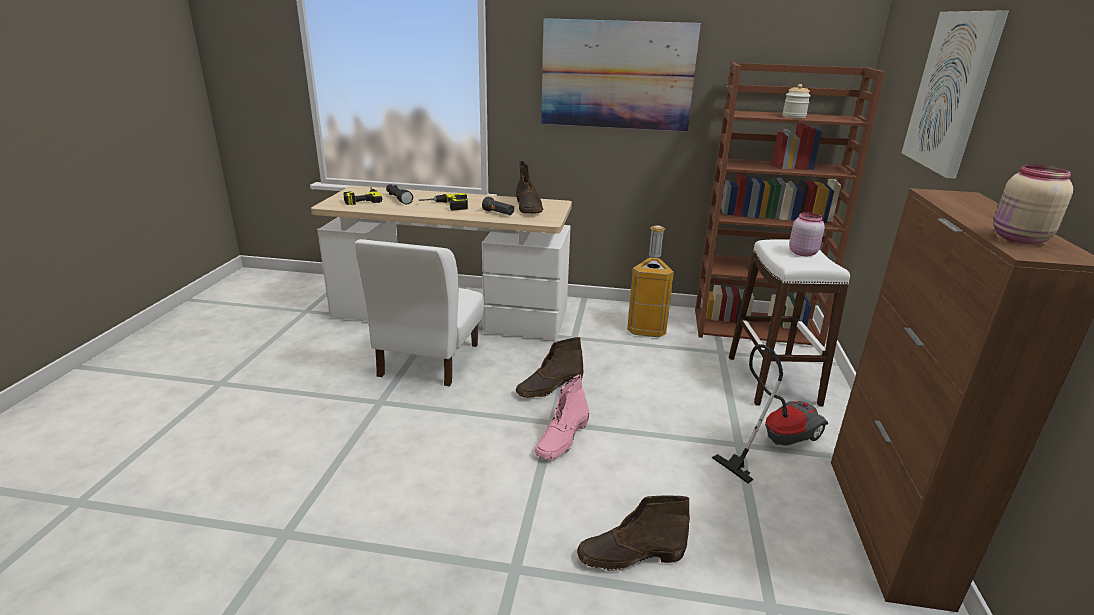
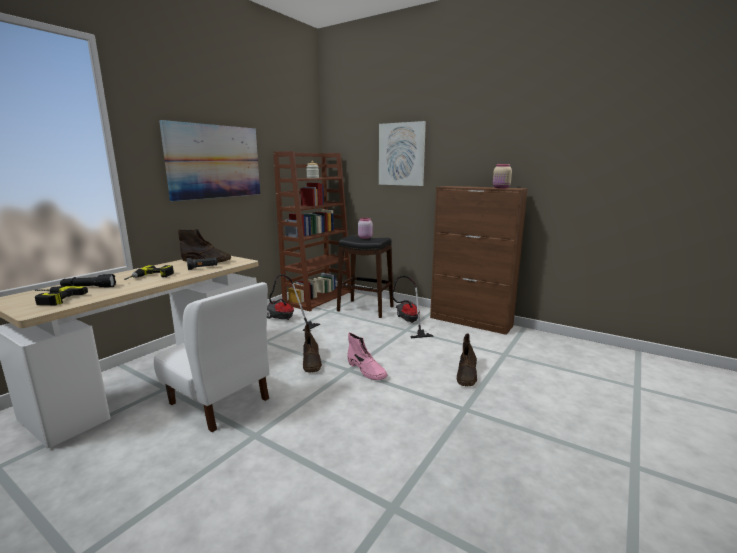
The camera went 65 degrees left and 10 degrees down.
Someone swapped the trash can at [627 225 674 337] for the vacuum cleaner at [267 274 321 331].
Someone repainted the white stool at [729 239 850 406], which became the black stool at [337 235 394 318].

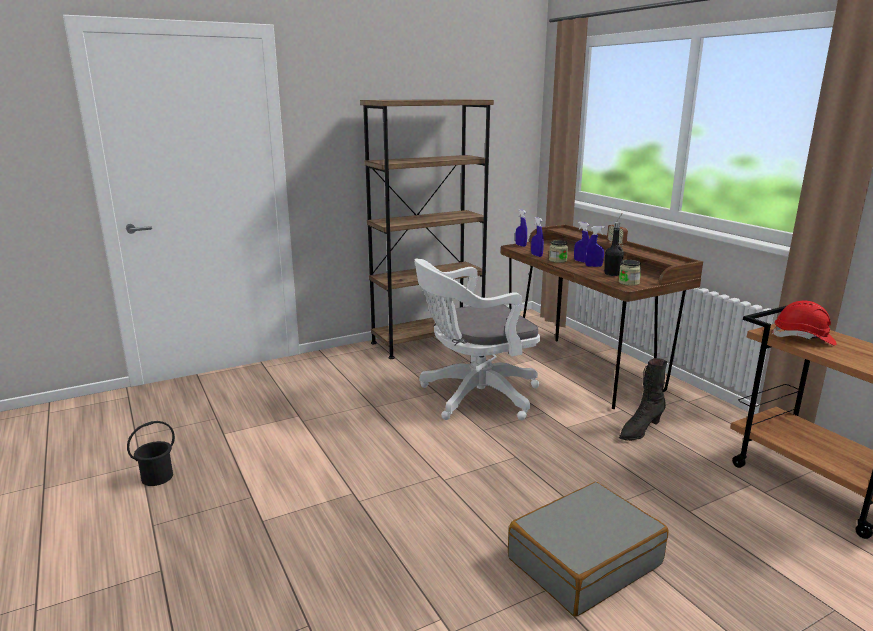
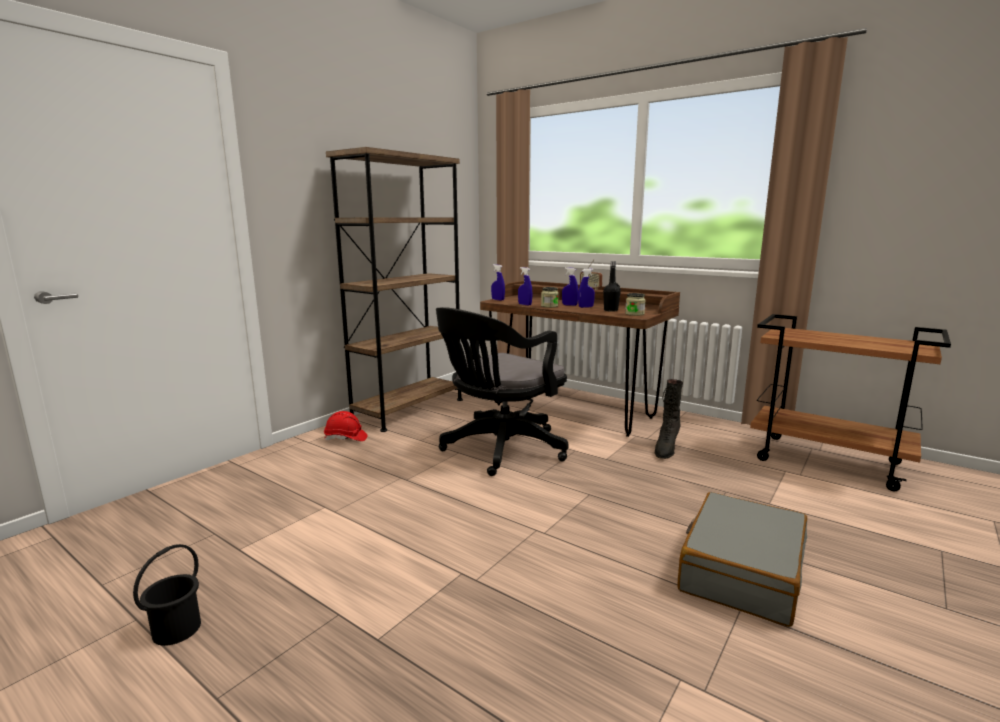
The camera went 25 degrees left and 5 degrees down.
Someone carried the red hard hat from [771 301 837 346] to [324 411 368 441].
Someone repainted the white office chair at [415 258 540 420], which became the black office chair at [436 307 569 476].

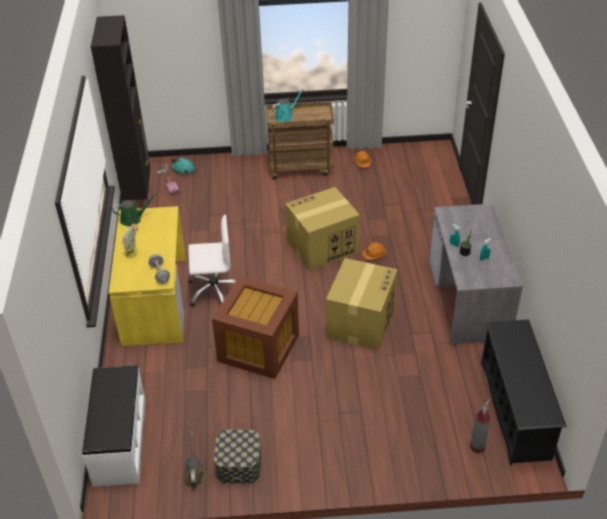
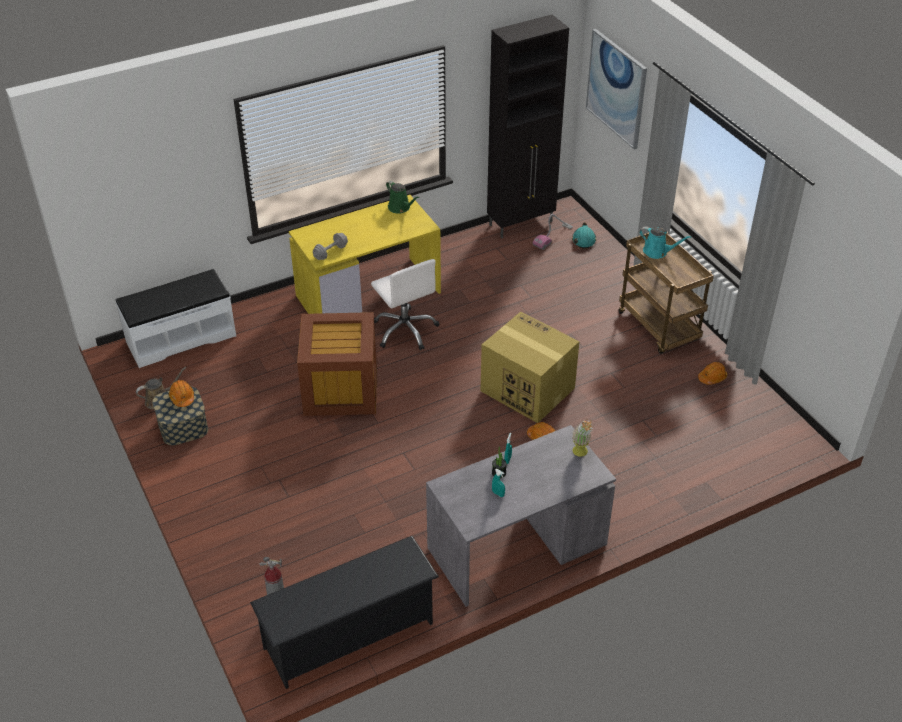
The camera went 65 degrees right and 0 degrees up.
Someone put down the orange hard hat at [169 380 194 407].
Someone carried the potted plant from [122 223 139 258] to [572 419 593 457].
Someone put up the picture at [586 29 647 149].
Someone took away the cardboard box at [326 258 397 350].

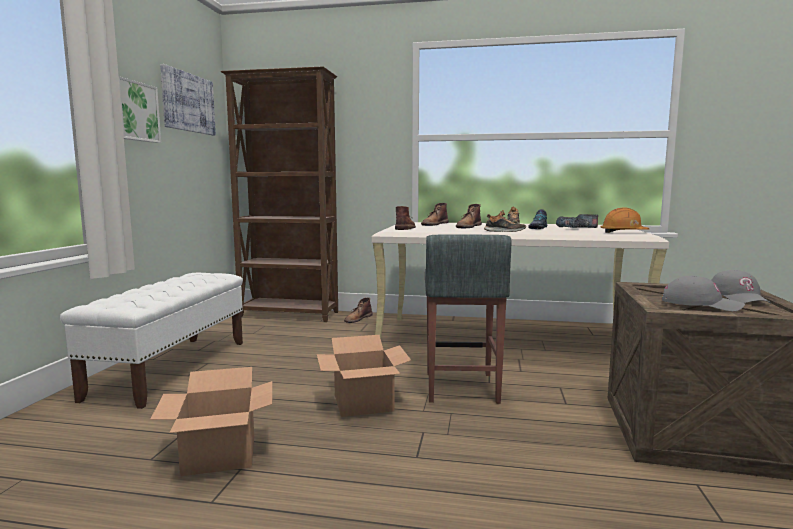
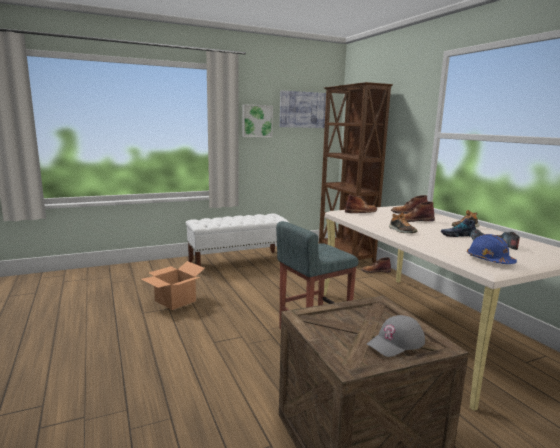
The camera went 55 degrees right and 5 degrees up.
Someone repainted the orange hard hat at [600 207 649 233], which became the blue hard hat at [467 234 517 264].
Someone took away the cardboard box at [317 335 412 417].
Someone took away the grey cap at [662 276 745 312].

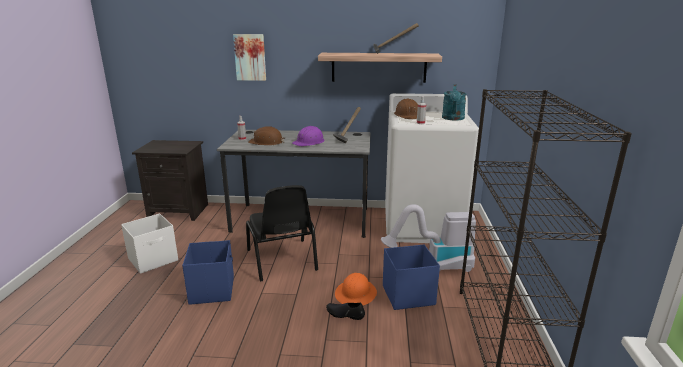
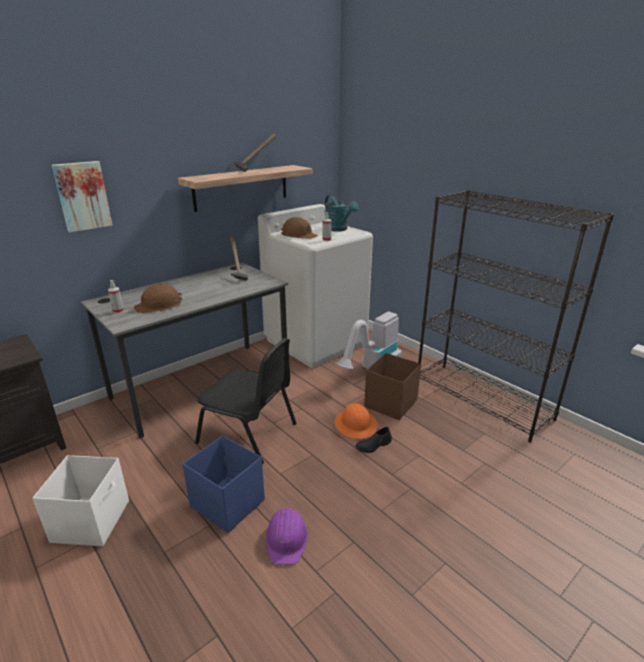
The camera went 45 degrees left and 5 degrees up.
Someone carried the purple hard hat from [292 126 324 146] to [266 508 308 565].
Someone repainted the blue storage box at [383 245 440 310], which became the brown storage box at [364 353 421 420].

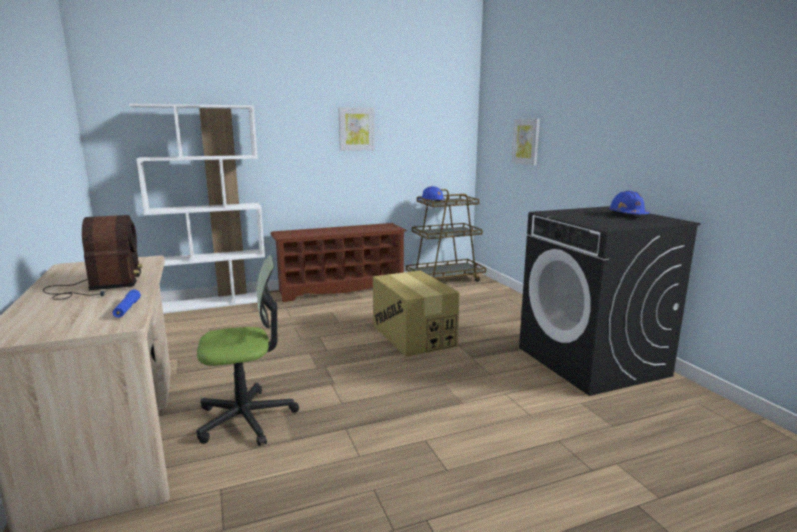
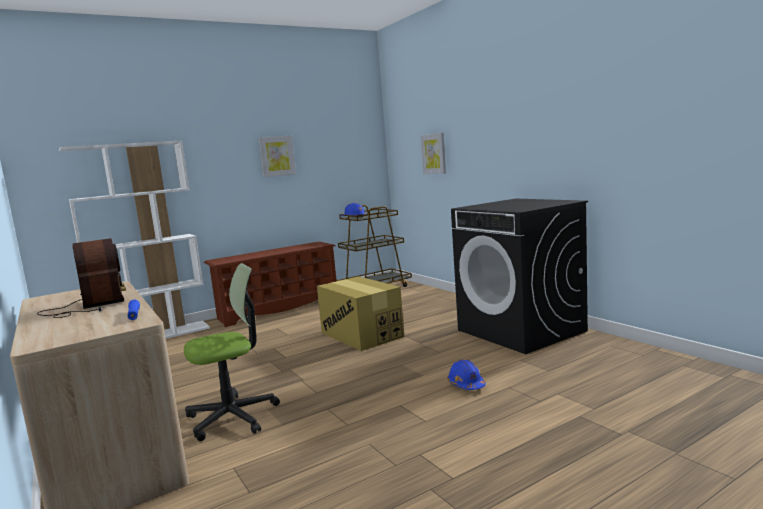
The camera went 10 degrees left and 5 degrees down.
Someone carried the blue hard hat from [609 190 650 214] to [447 360 486 390].

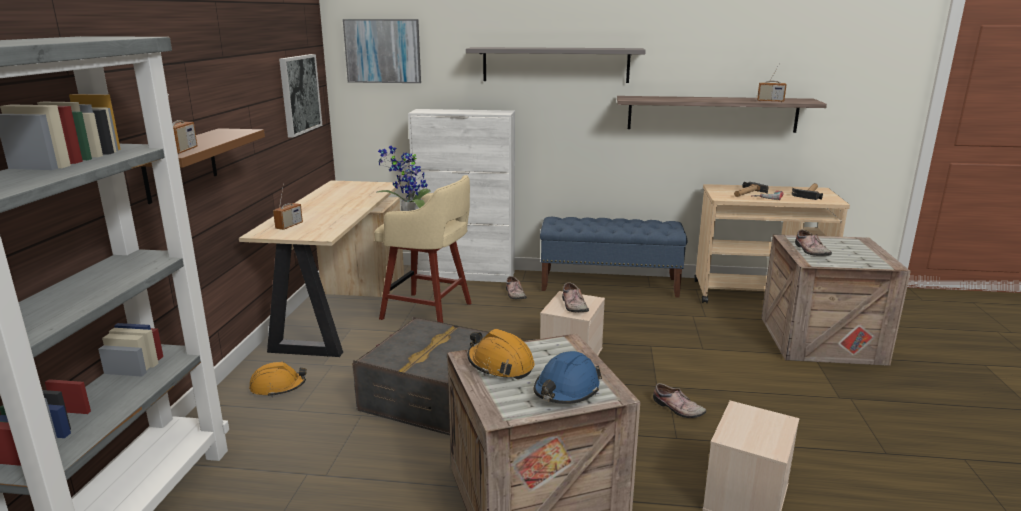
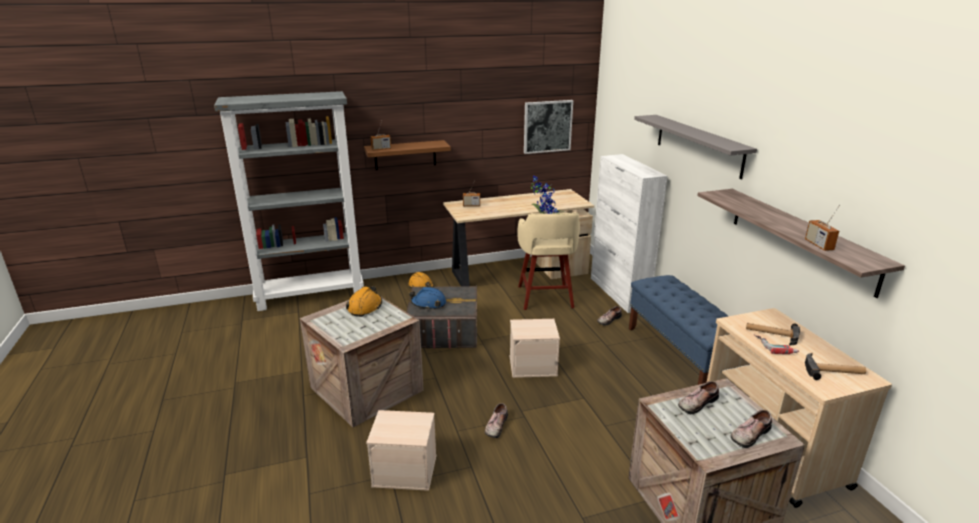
The camera went 65 degrees right and 5 degrees up.
Someone carried the blue hard hat from [534 351 602 404] to [409 287 446 310].
Someone carried the shoe from [562 282 589 312] to [731 410 772 448].
Someone took away the picture at [343 19 421 83].

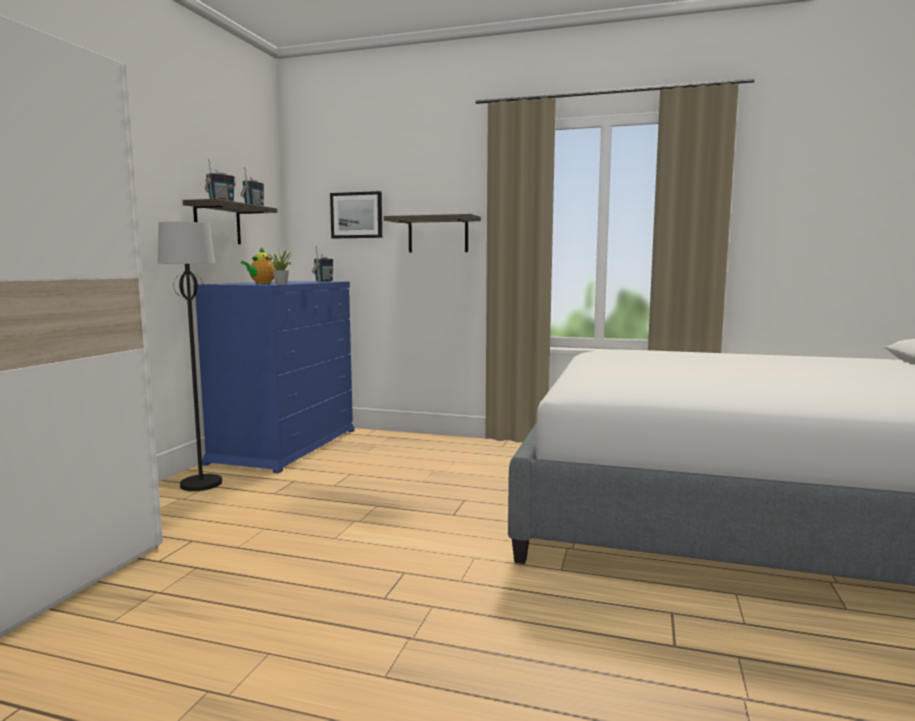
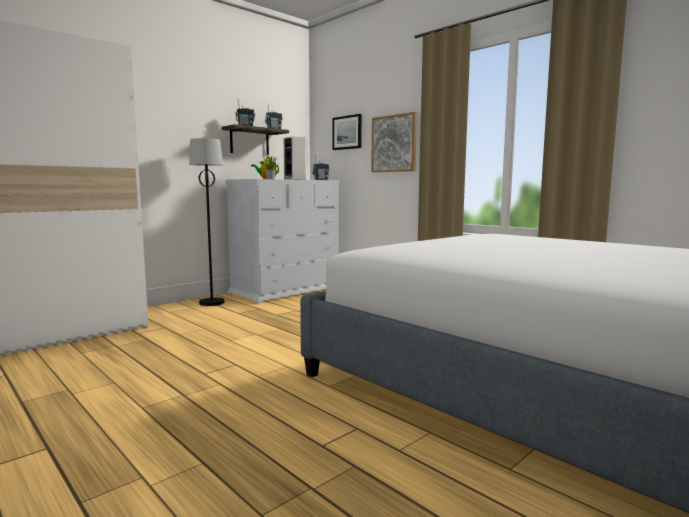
The camera went 30 degrees right and 0 degrees up.
Someone repainted the blue dresser at [195 281 354 473], which became the white dresser at [225 179 340 304].
Someone put down the speaker at [283 137 306 180].
Someone swapped the shelf at [384 214 481 253] for the picture at [371 112 417 172].

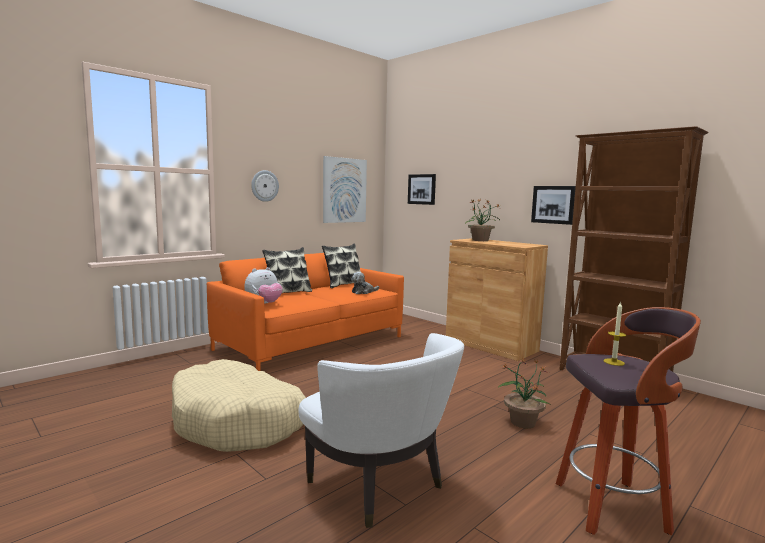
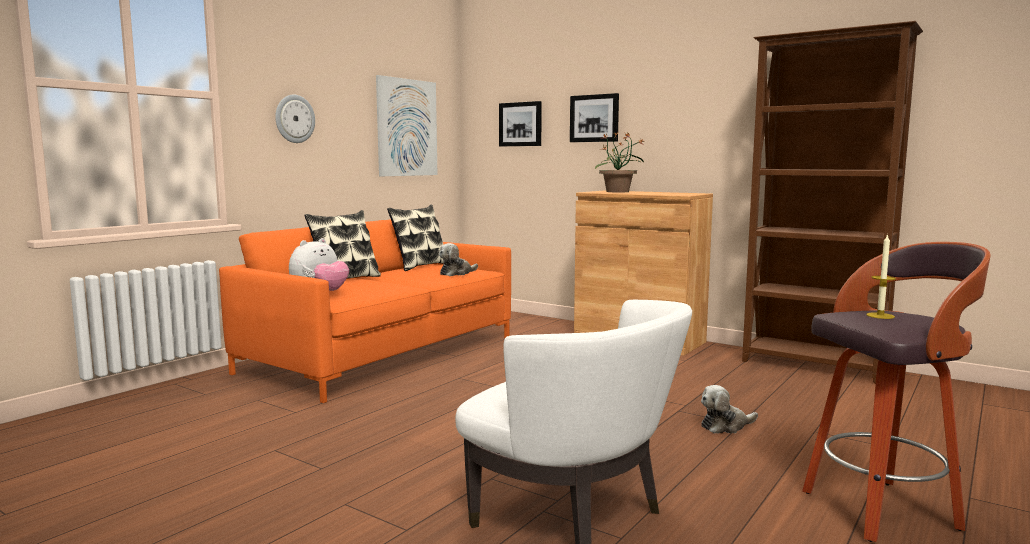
The camera went 10 degrees left and 0 degrees up.
Someone carried the picture from [531 186 576 225] to [570 93 619 142].
Someone swapped the potted plant at [498 357 551 428] for the plush toy at [701 385 758 434].
Someone took away the beige dog bed at [172 359 306 452].

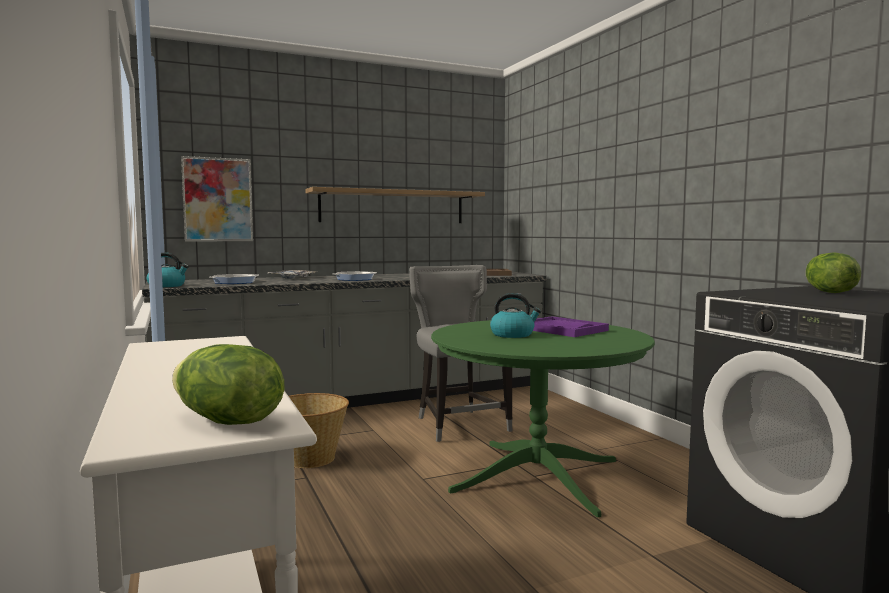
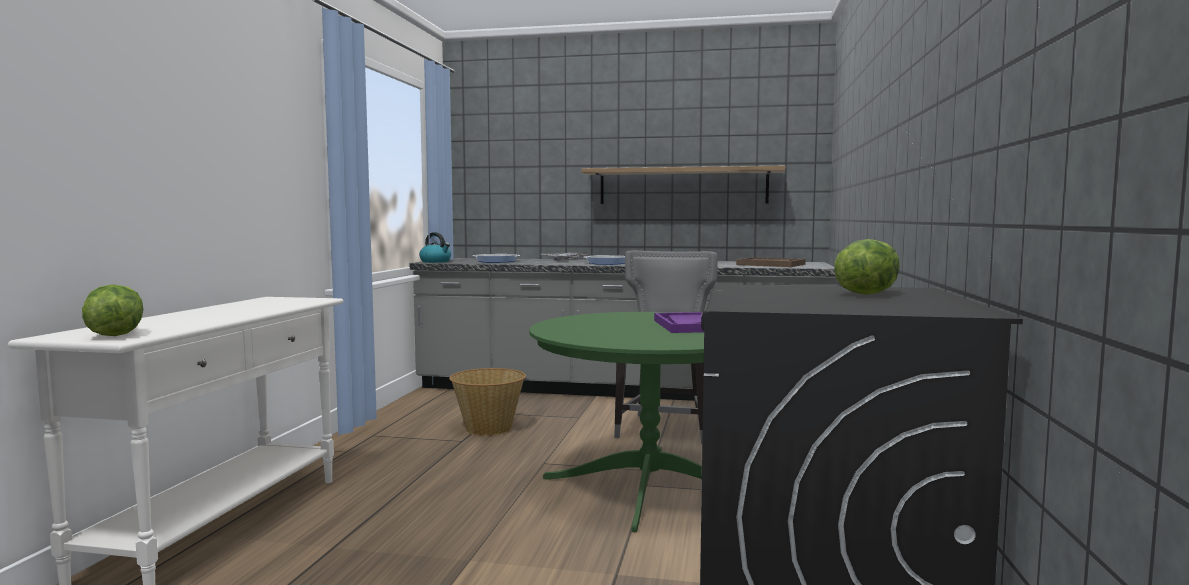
The camera went 35 degrees right and 0 degrees up.
Someone took away the picture at [181 156 253 242].
Someone took away the kettle at [490 293 541 338].

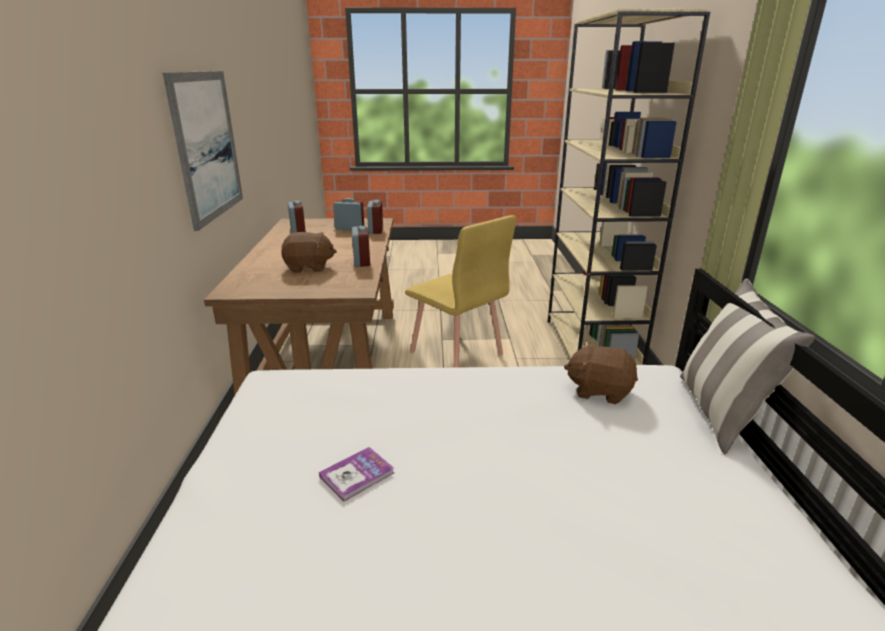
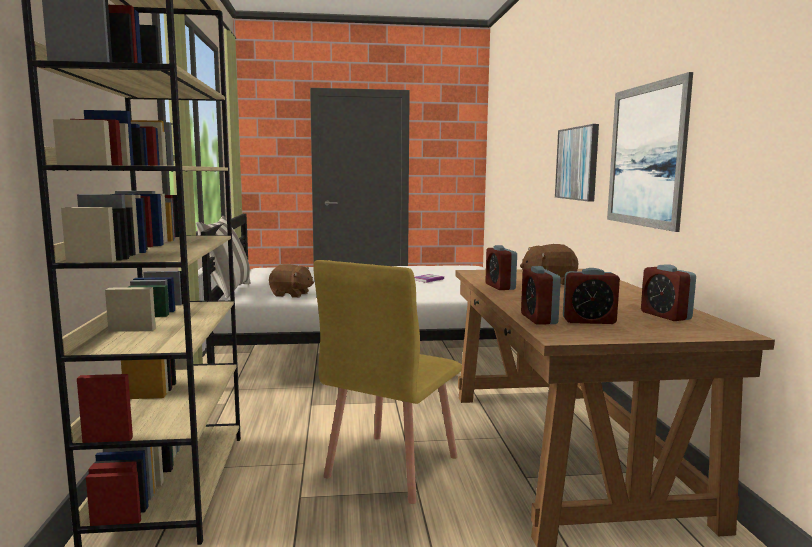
The camera went 175 degrees right and 15 degrees down.
Someone rotated the yellow chair at [405 215 516 368] by 105 degrees counterclockwise.
Someone put up the picture at [555 124 599 202].

